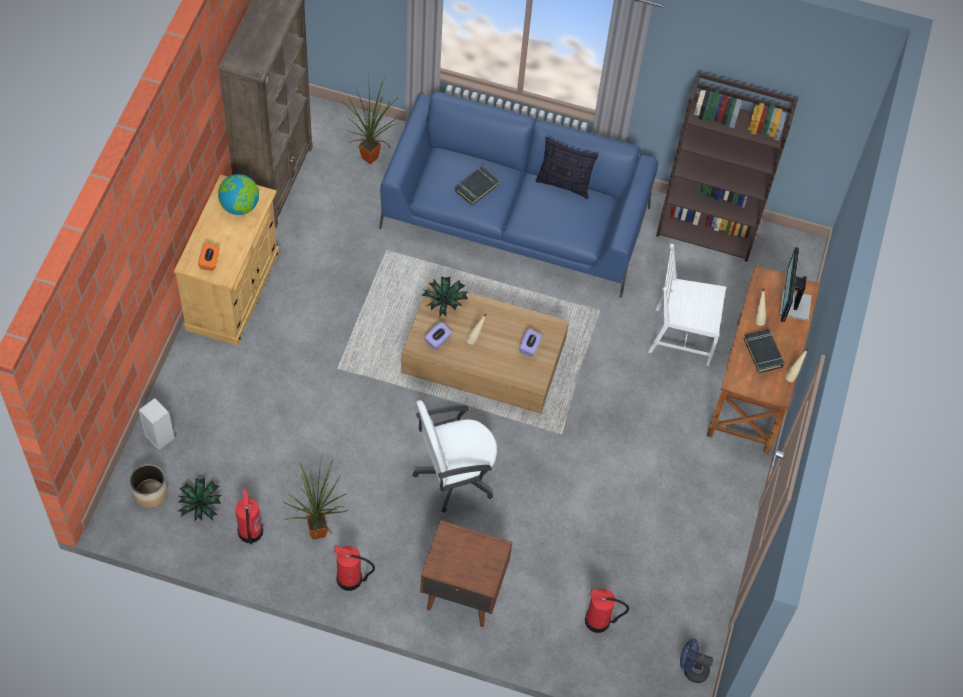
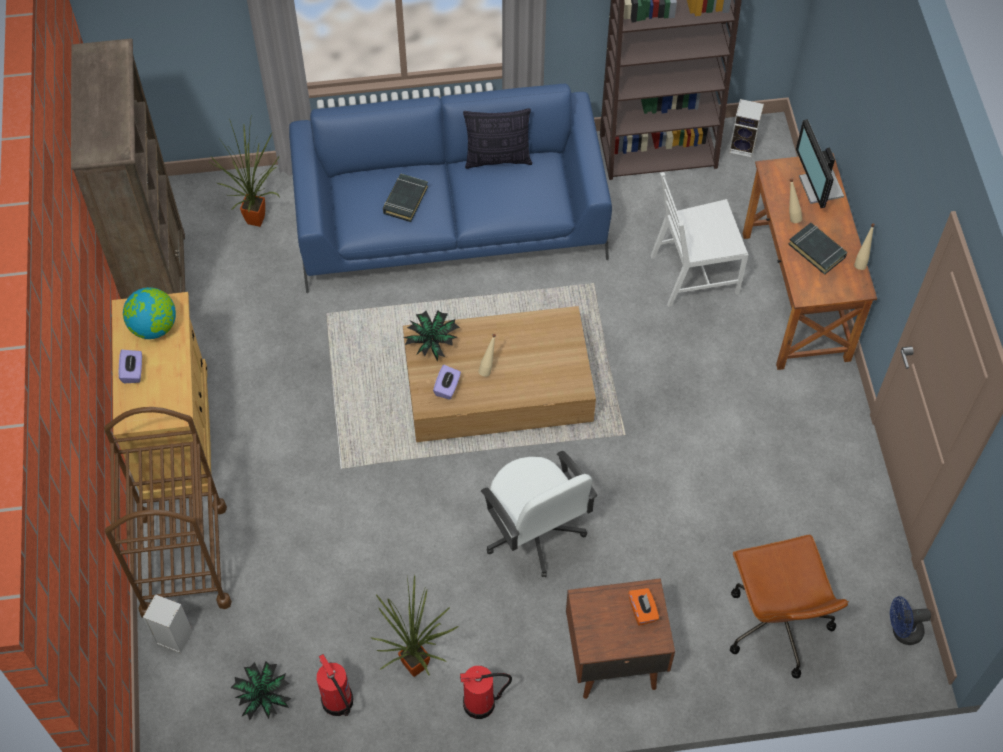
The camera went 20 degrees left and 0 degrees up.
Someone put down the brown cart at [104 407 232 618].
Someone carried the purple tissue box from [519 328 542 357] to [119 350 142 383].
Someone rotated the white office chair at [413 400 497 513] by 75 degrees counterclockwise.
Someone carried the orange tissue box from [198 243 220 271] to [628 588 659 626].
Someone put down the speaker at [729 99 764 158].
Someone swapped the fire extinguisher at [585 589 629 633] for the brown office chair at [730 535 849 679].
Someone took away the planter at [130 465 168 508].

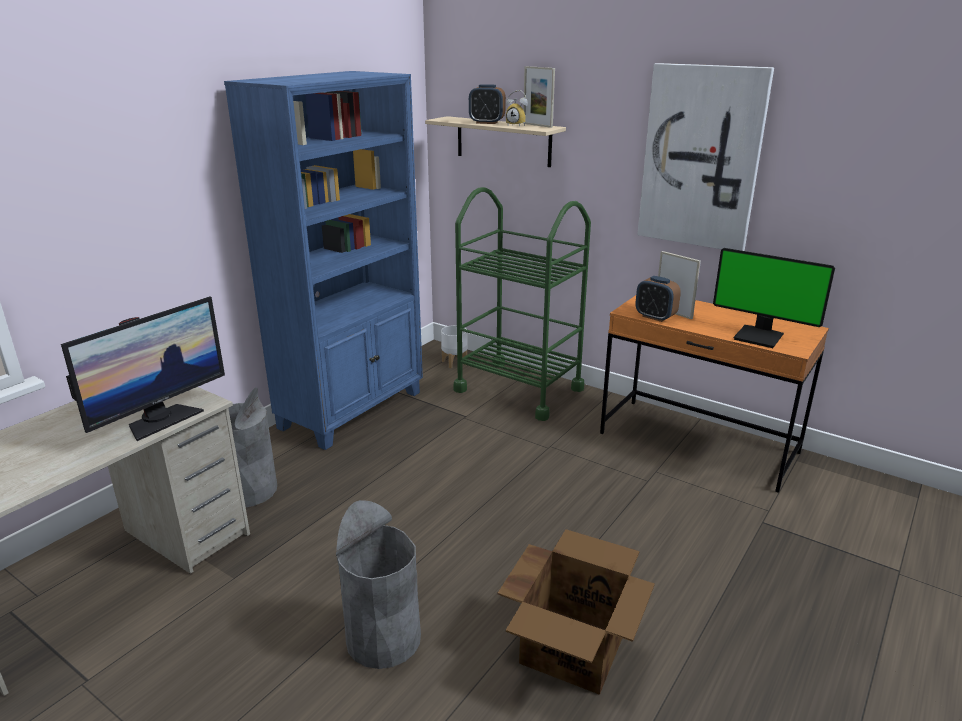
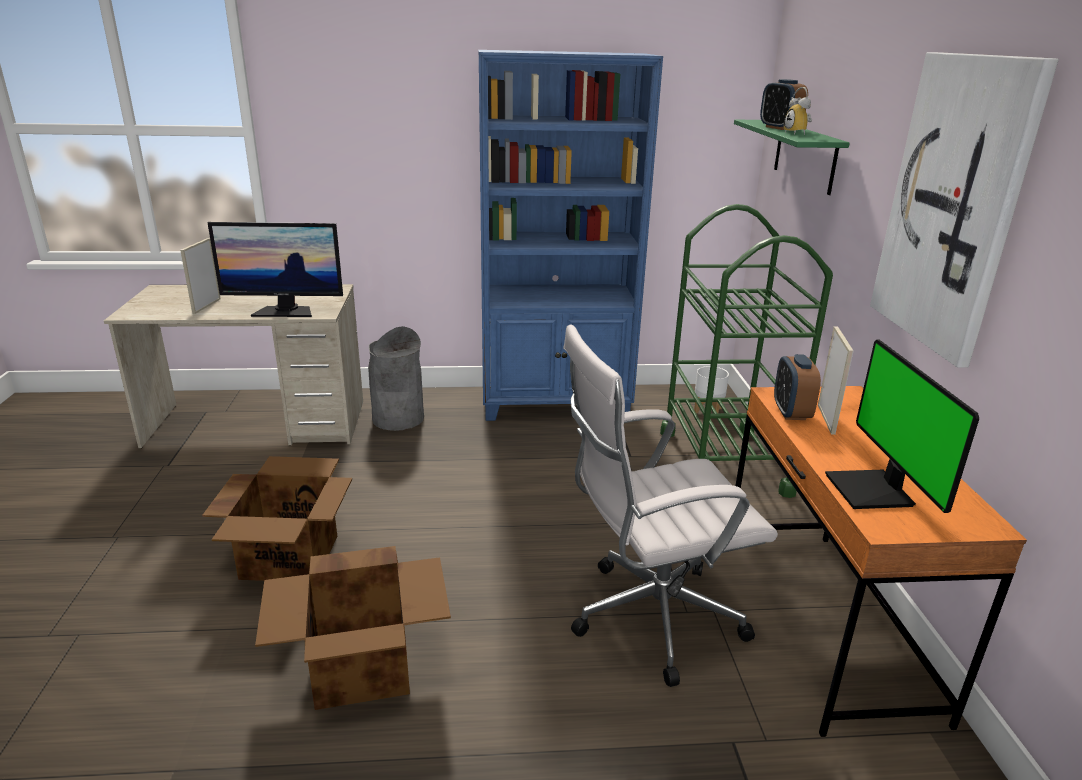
The camera went 50 degrees right and 0 degrees up.
Someone carried the picture frame from [523 66 555 128] to [180 238 220 314].
Someone swapped the grey trash can at [336 500 421 669] for the cardboard box at [202 456 352 581].
Someone put down the white office chair at [563 324 778 687].
Someone repainted the beige shelf at [425 116 566 167], which became the green shelf at [734 119 850 195].

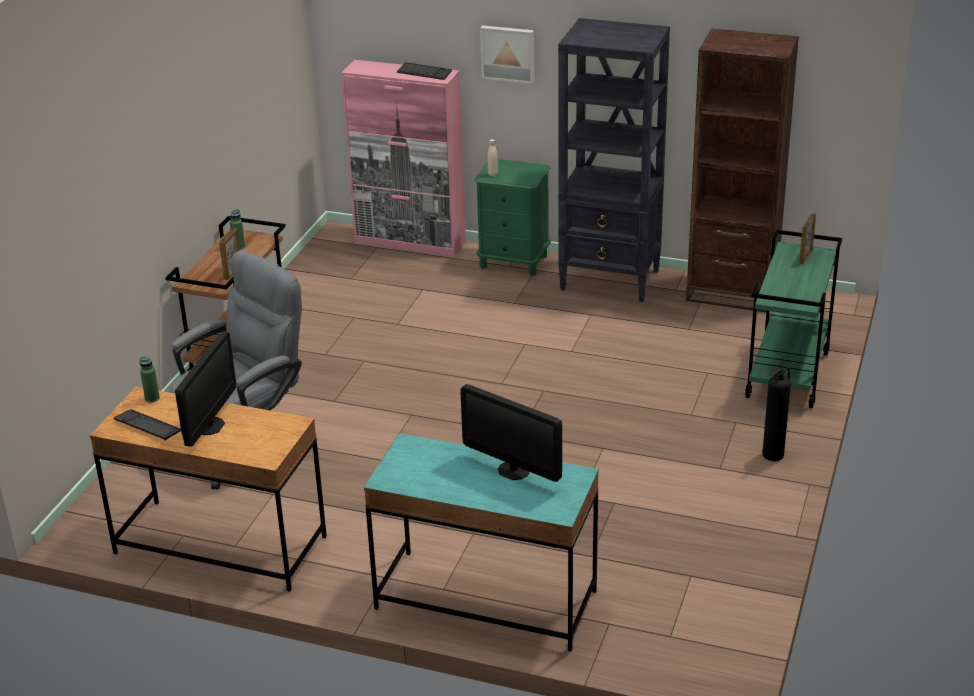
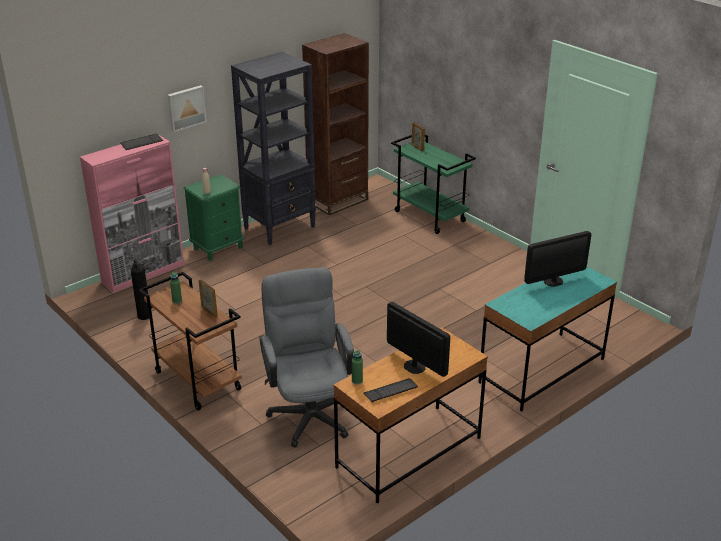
The camera went 60 degrees left and 0 degrees up.
Someone carried the fire extinguisher from [762 367 791 461] to [131 259 149 320].

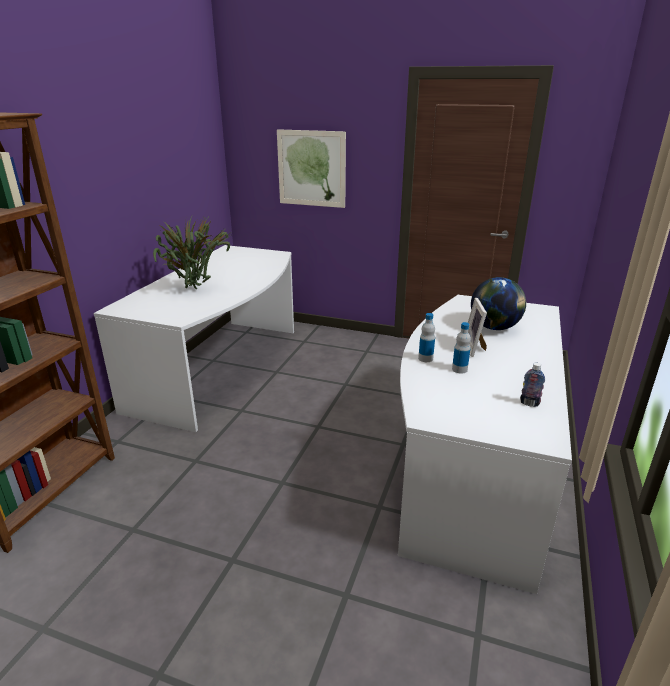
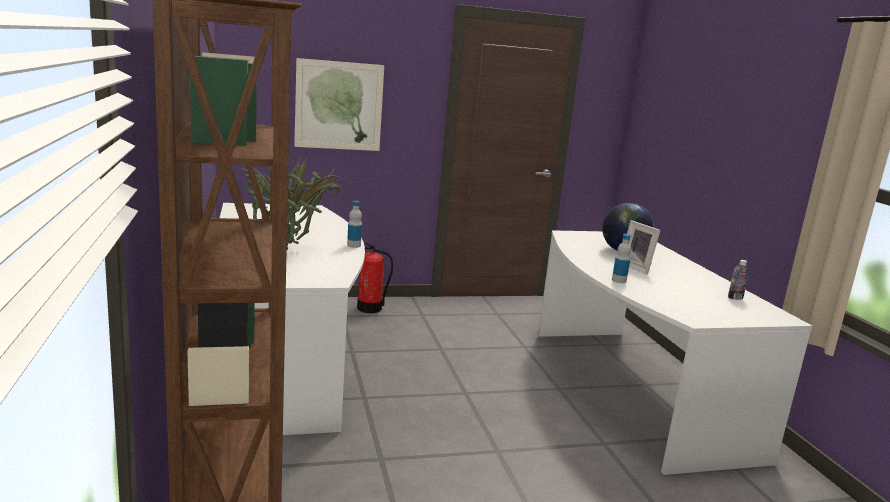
The camera went 35 degrees left and 10 degrees down.
Someone carried the bottle from [452 322 471 374] to [347 201 362 248].
Someone put down the fire extinguisher at [357 241 393 313].

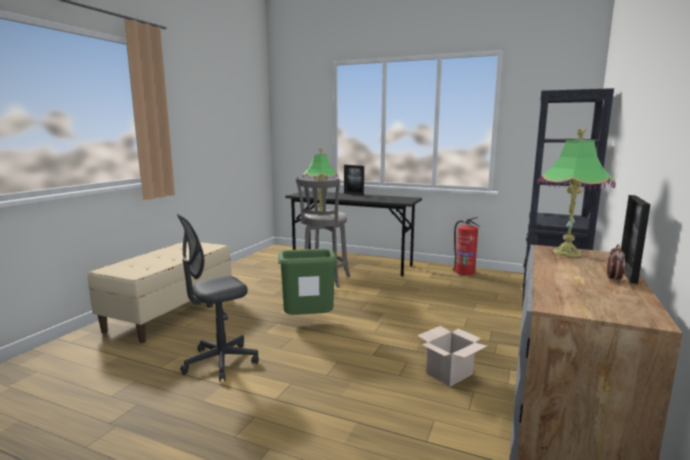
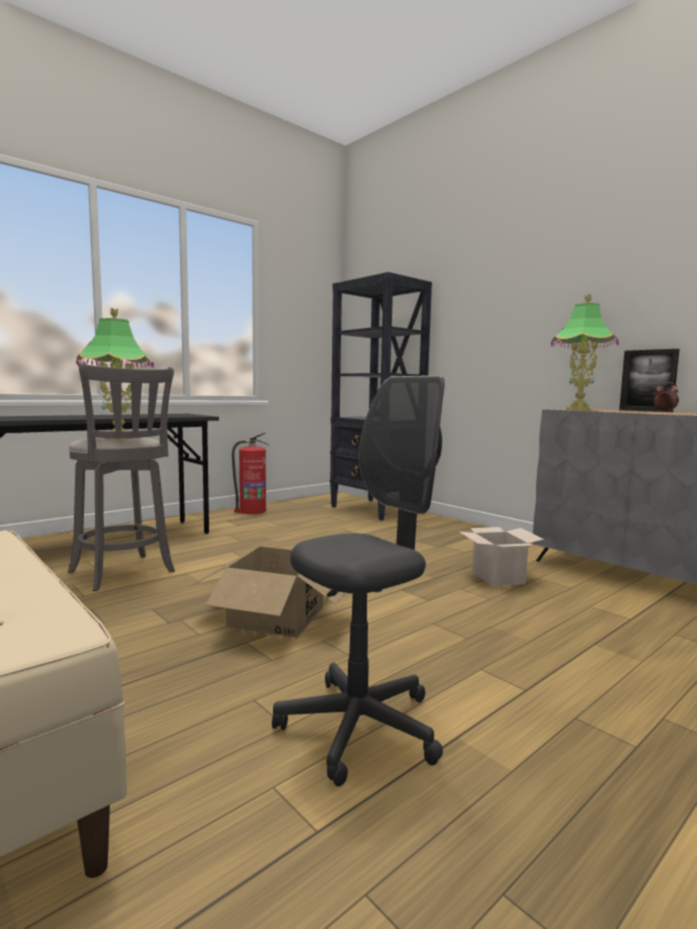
The camera went 65 degrees left and 5 degrees down.
Someone swapped the green trash can at [278 249 337 315] for the cardboard box at [193 546 345 638].
Someone rotated the grey office chair at [177 214 259 382] by 120 degrees counterclockwise.
Someone took away the picture frame at [344 165 364 196].

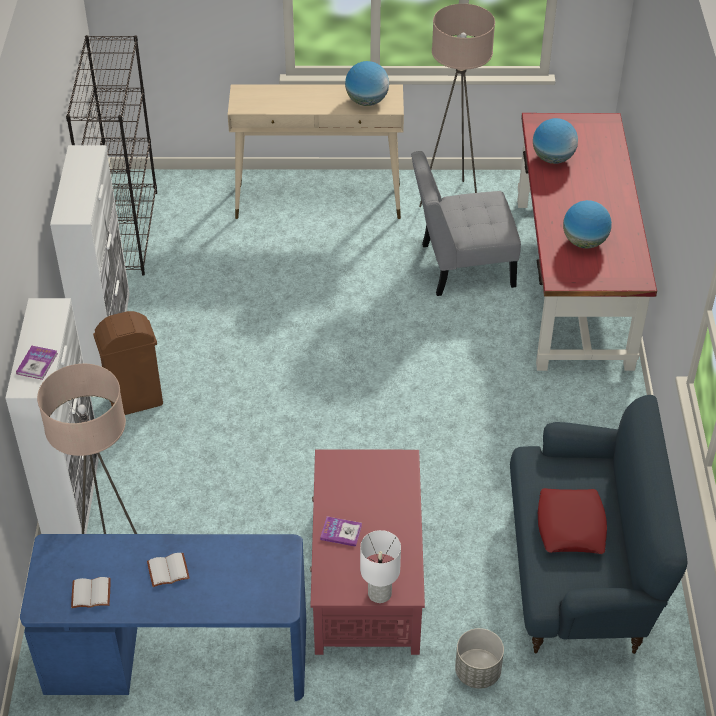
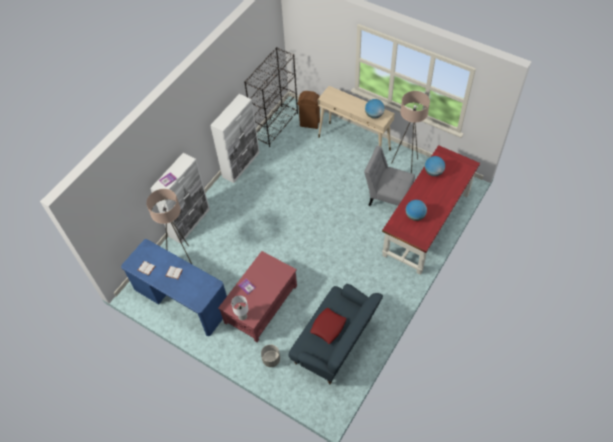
The camera went 35 degrees right and 10 degrees up.
Someone carried the brown trash can from [93 311 163 415] to [297 91 320 129].

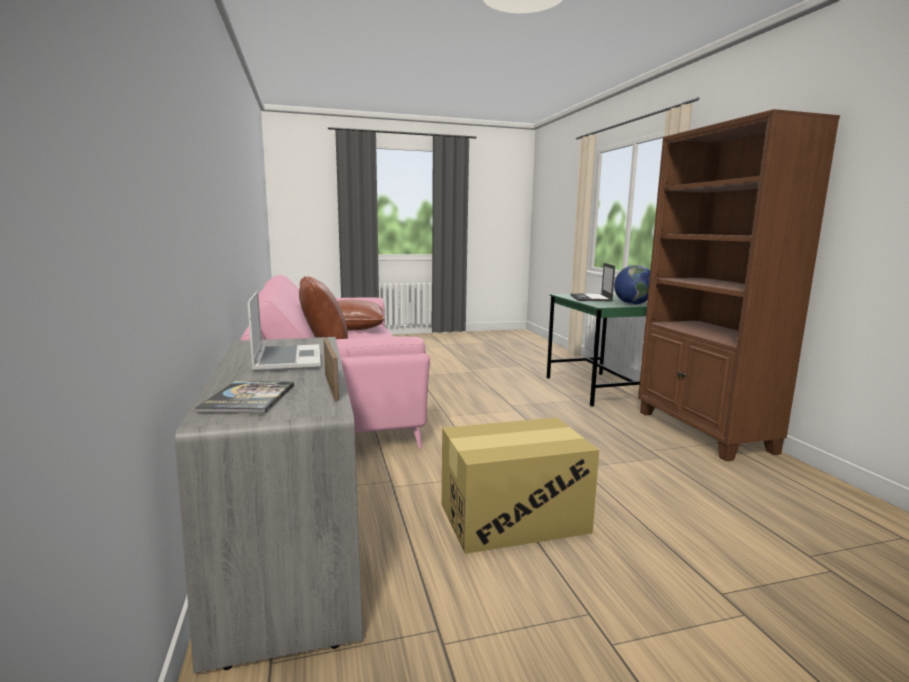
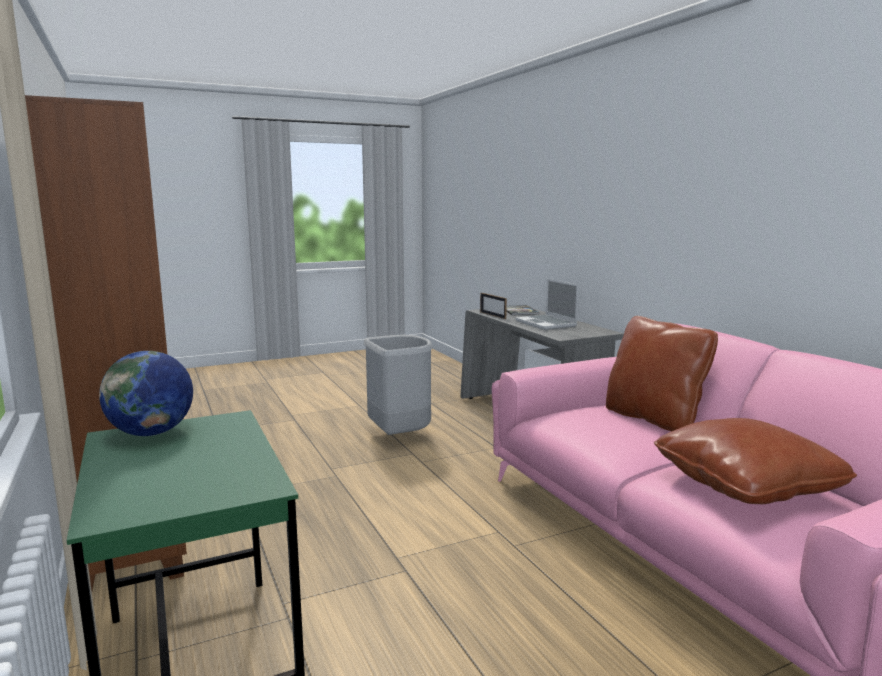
The camera went 170 degrees right and 0 degrees up.
Someone swapped the cardboard box at [442 417 599 554] for the grey trash can at [363 335 433 435].
Someone took away the laptop at [570 263 615 302].

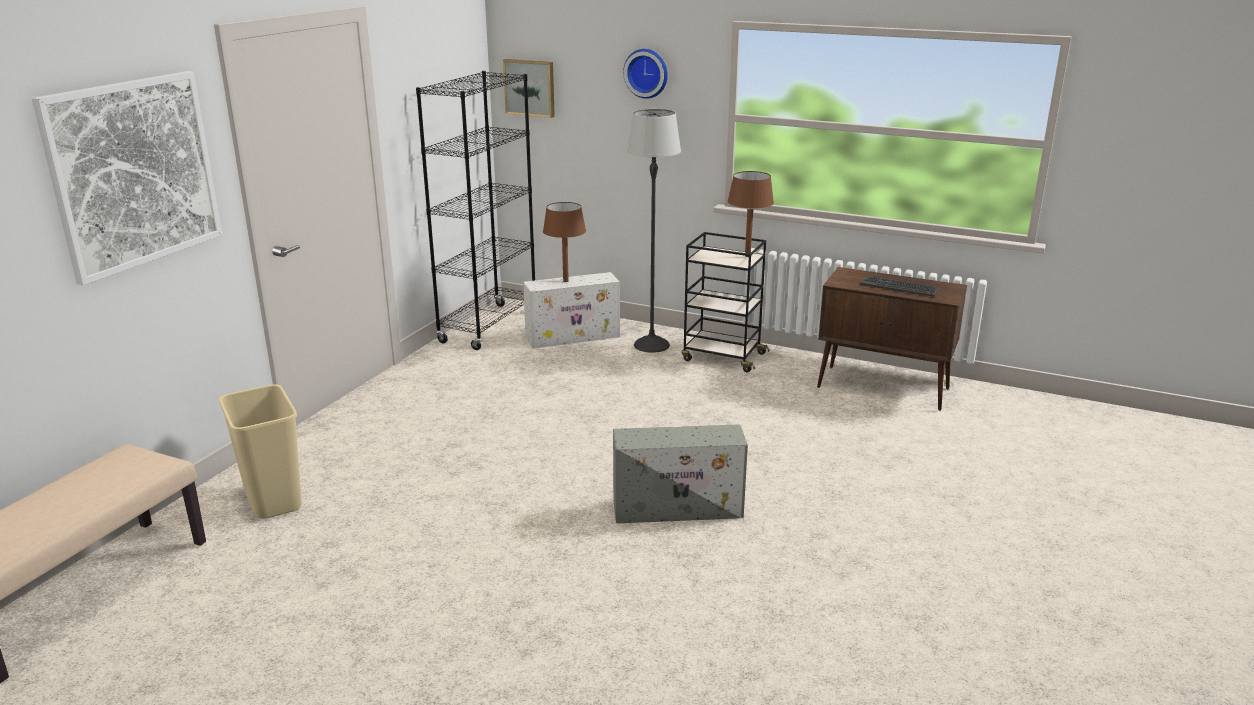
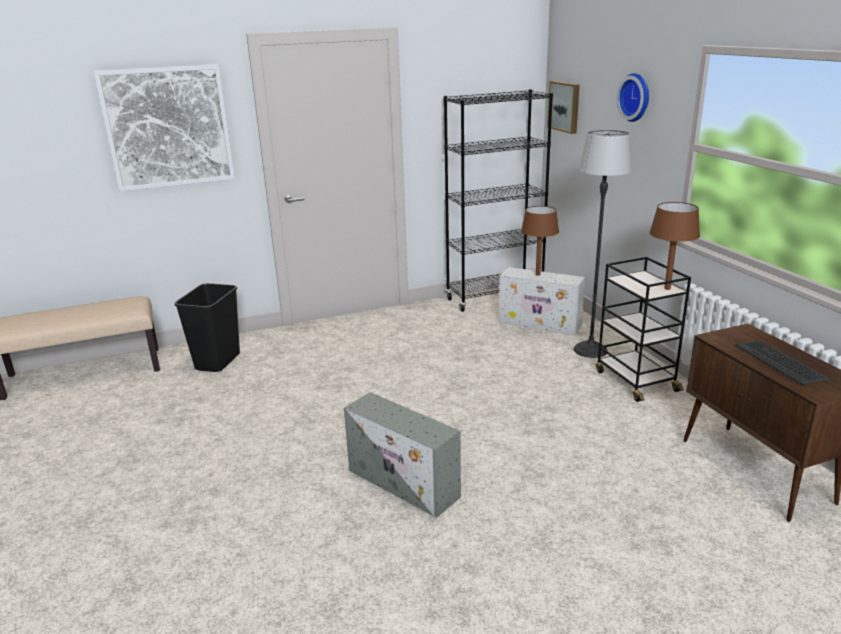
The camera went 45 degrees right and 0 degrees up.
Someone repainted the beige trash can at [219 384 302 519], which became the black trash can at [174 283 240 372].

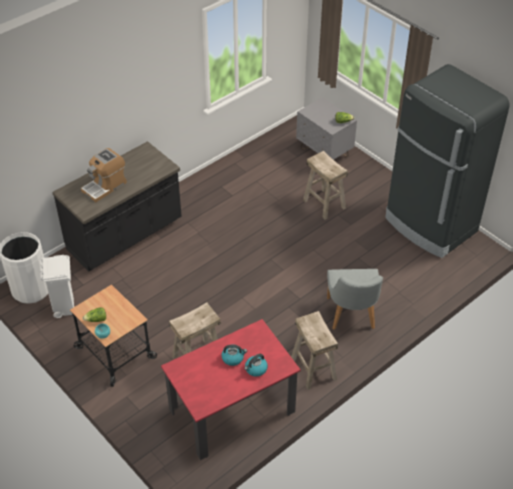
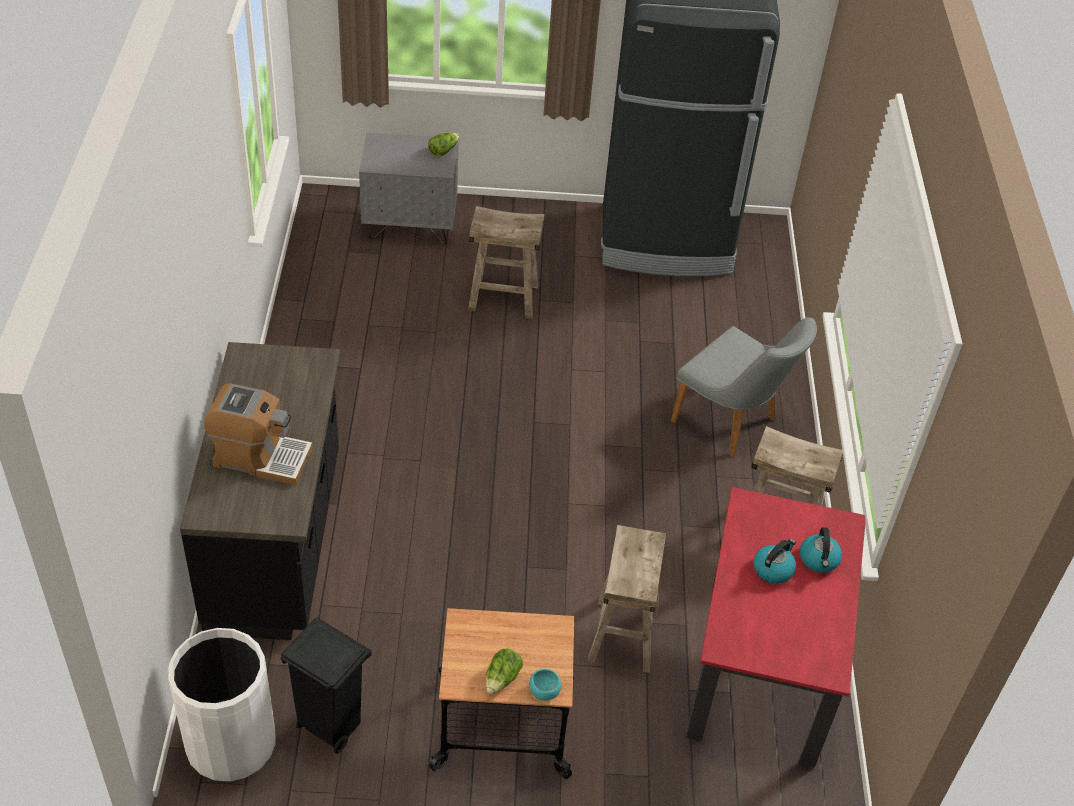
The camera went 50 degrees left and 0 degrees up.
Someone rotated the coffee machine at [81 148 127 202] by 75 degrees counterclockwise.
Someone repainted the white trash can at [40 255 74 318], which became the black trash can at [281 618 372 754].

